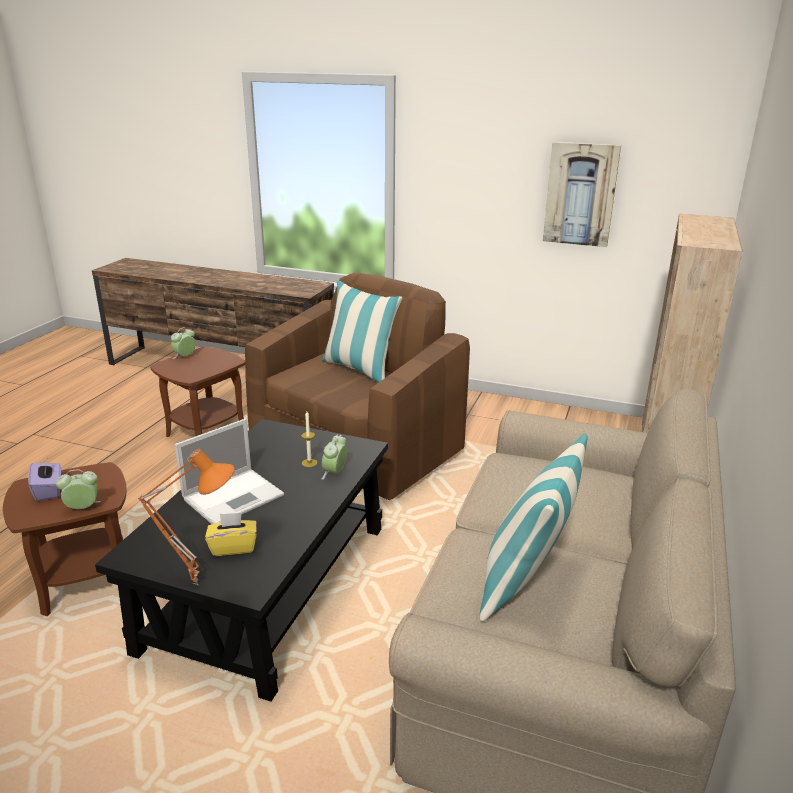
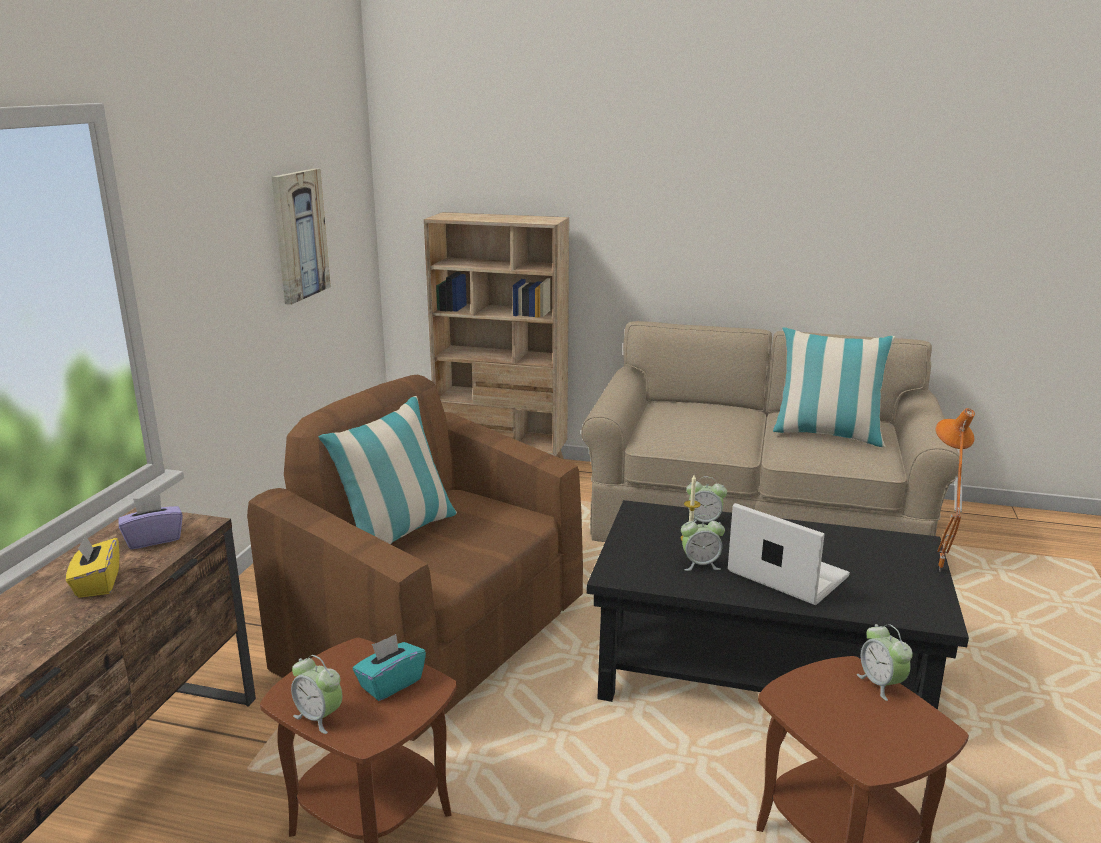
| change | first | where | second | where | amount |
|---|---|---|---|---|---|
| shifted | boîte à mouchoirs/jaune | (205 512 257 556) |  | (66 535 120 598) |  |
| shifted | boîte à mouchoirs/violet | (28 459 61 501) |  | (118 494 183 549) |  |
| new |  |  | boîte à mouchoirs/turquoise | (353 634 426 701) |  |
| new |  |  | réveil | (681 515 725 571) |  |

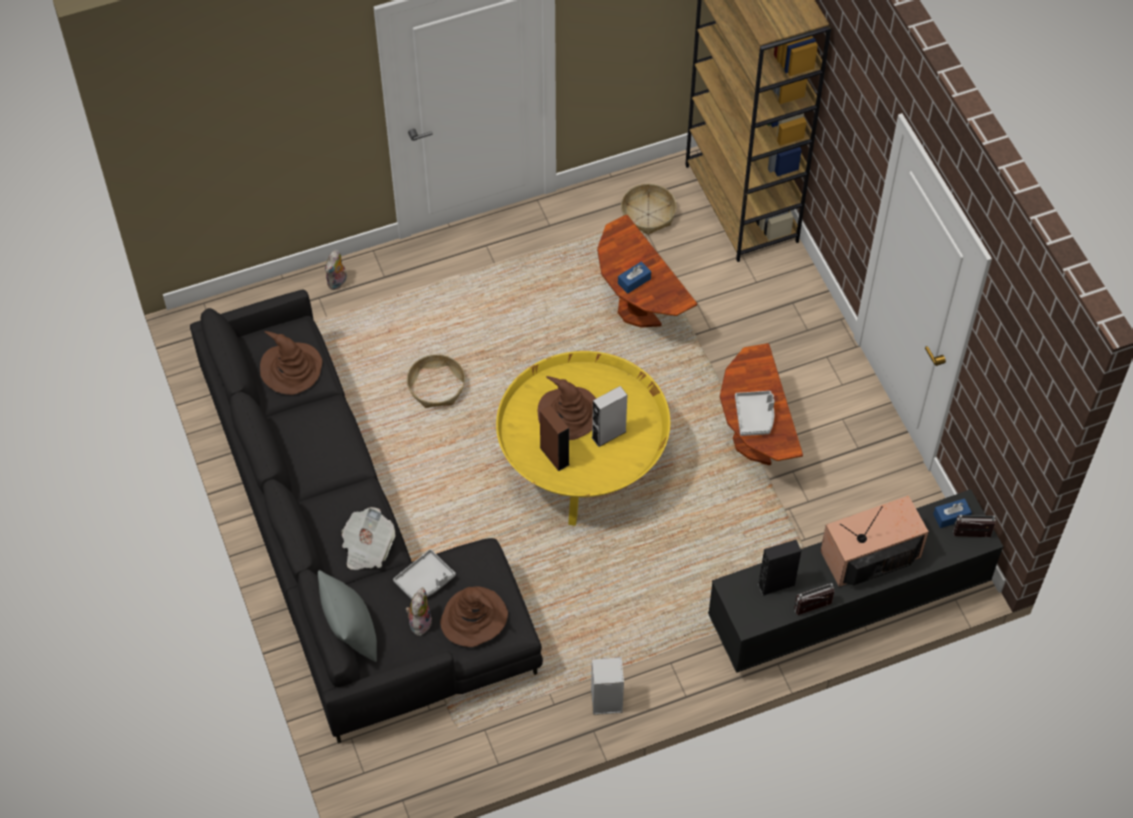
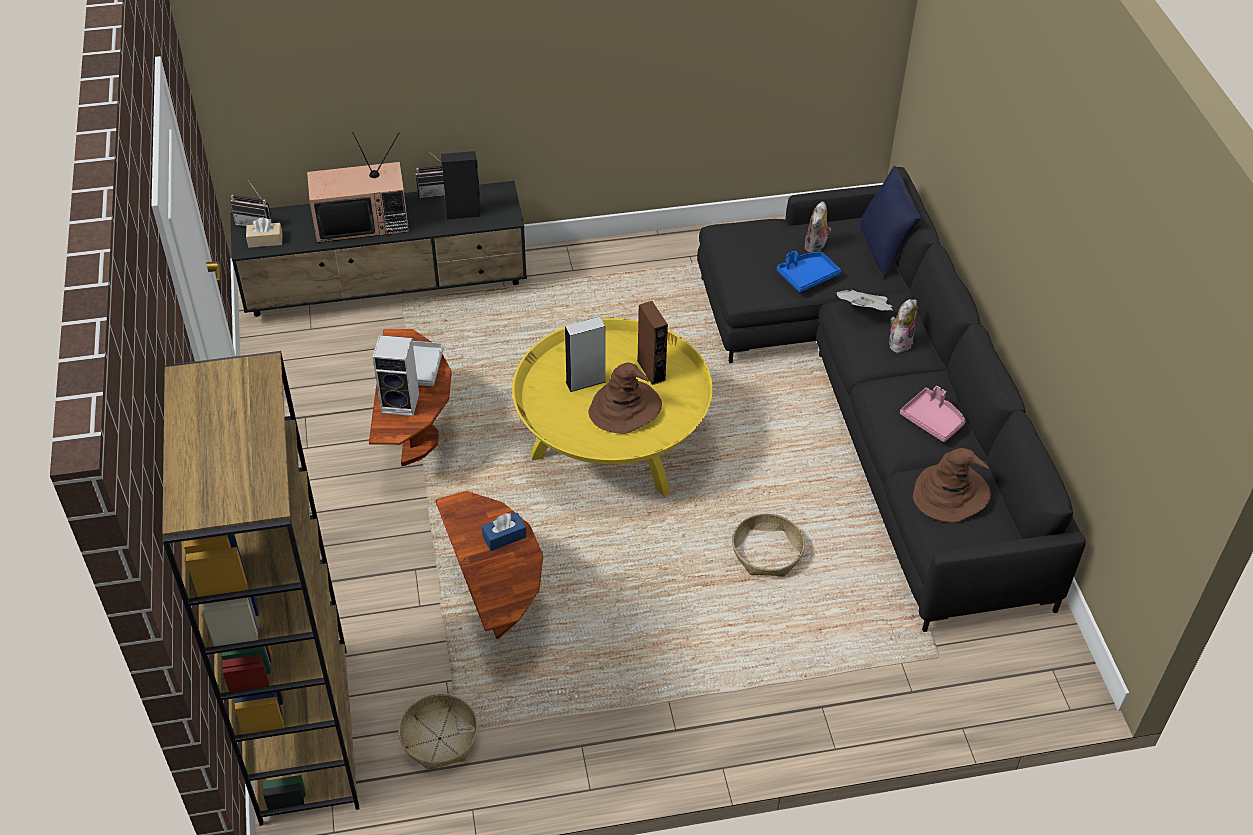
| change | first | where | second | where | amount |
|---|---|---|---|---|---|
| repainted | boîte à mouchoirs/bleu | (933 498 972 528) | boîte à mouchoirs/beige | (246 218 282 248) |  |
| shifted | enceinte | (591 657 624 715) |  | (372 335 419 416) |  |
| repainted | plateau/gris | (393 549 456 599) | plateau/bleu | (777 251 841 292) |  |
| repainted | coussin/gris | (318 570 377 662) | coussin/bleu | (860 166 921 278) |  |
| shifted | peluche | (325 250 347 290) |  | (889 299 918 353) |  |
| new |  |  | plateau/rose | (900 386 966 442) |  |
| gone | chapeau/marron | (440 586 508 647) |  |  |  |

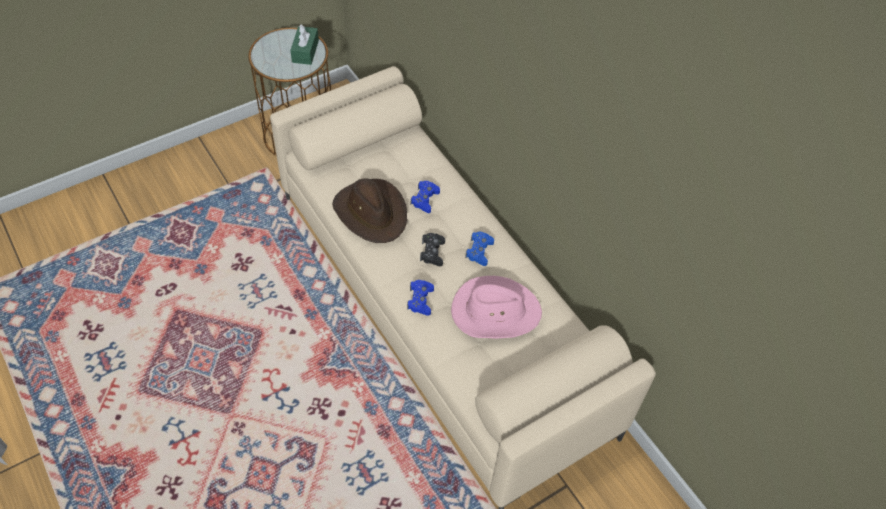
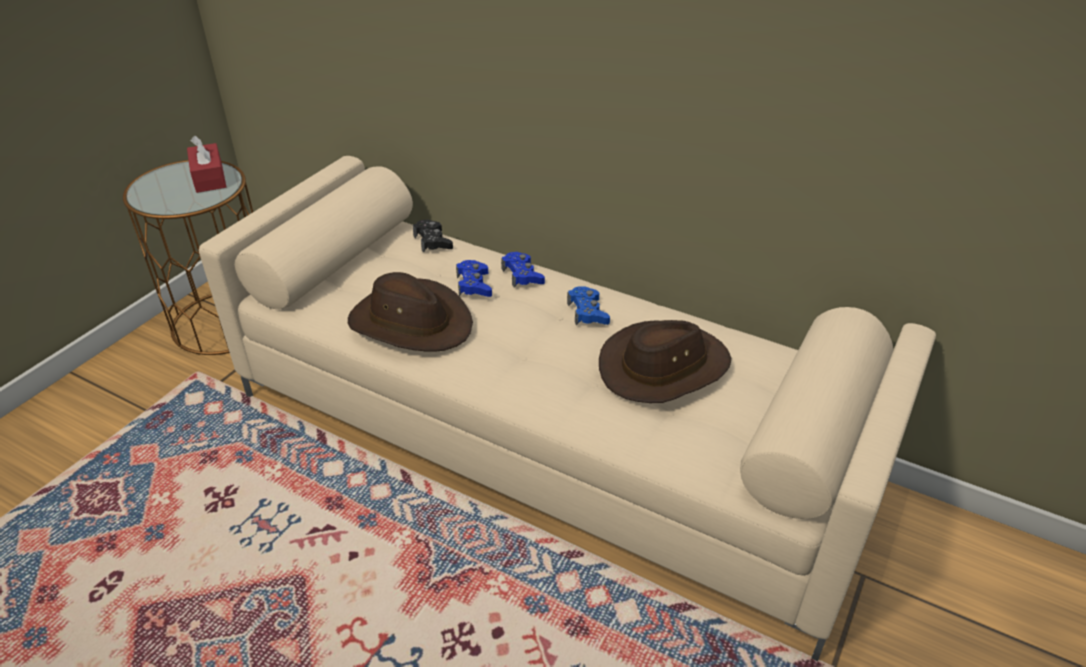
| change | first | where | second | where | amount |
|---|---|---|---|---|---|
| repainted | boîte à mouchoirs/vert | (290 25 319 65) | boîte à mouchoirs/rouge | (187 135 226 193) |  |
| shifted | manette/noir | (420 233 445 266) |  | (413 220 453 253) |  |
| shifted | manette/bleu | (407 280 434 316) |  | (501 252 545 288) |  |
| repainted | chapeau/rose | (451 276 542 339) | chapeau/marron | (599 320 731 403) |  |

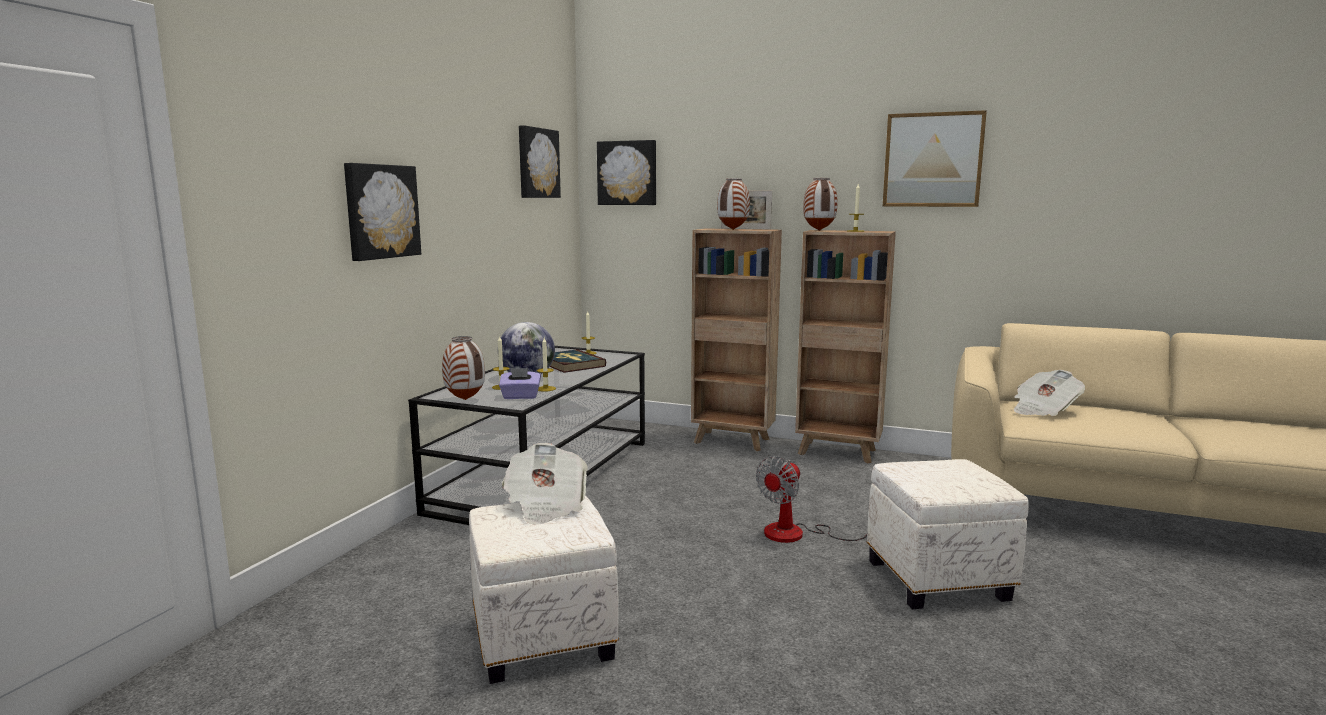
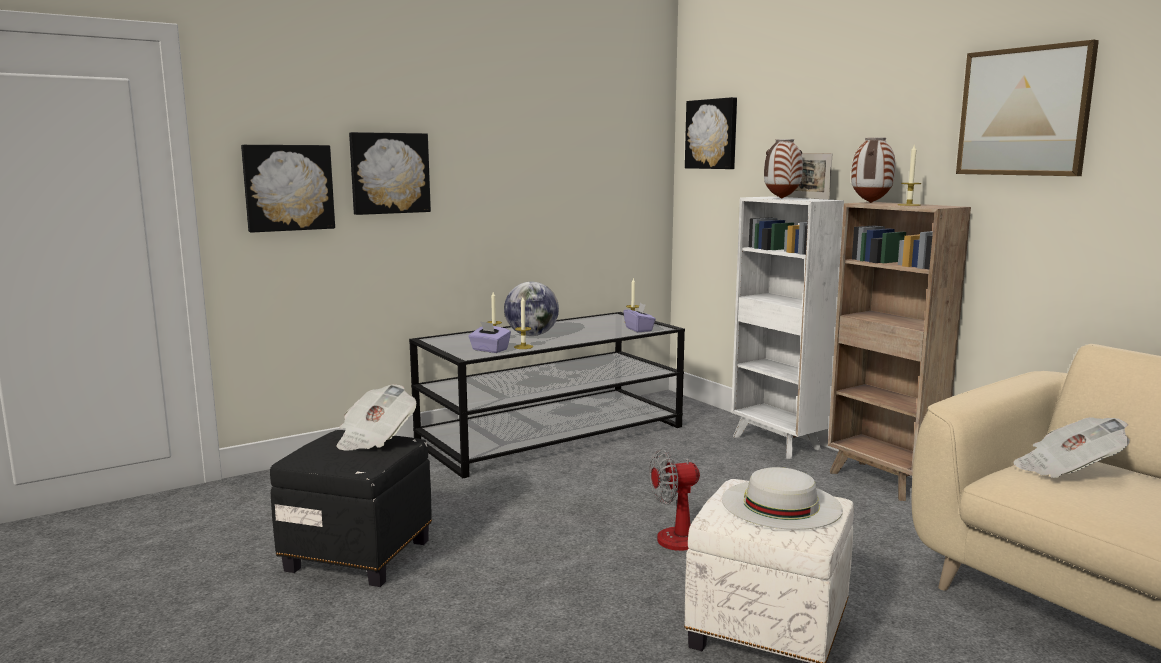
| change | first | where | second | where | amount |
|---|---|---|---|---|---|
| shifted | tableau | (519 125 561 198) |  | (241 145 335 233) |  |
| repainted | pouf/blanc | (469 496 619 684) | pouf/noir | (270 430 432 587) |  |
| new |  |  | boîte à mouchoirs/violet | (623 303 656 332) |  |
| new |  |  | chapeau/blanc | (722 467 843 530) |  |
| repainted | bibliothèque/marron | (691 228 782 451) | bibliothèque/blanc | (731 196 844 459) |  |
| gone | vase | (442 336 485 400) |  |  |  |
| gone | livre | (550 349 606 373) |  |  |  |

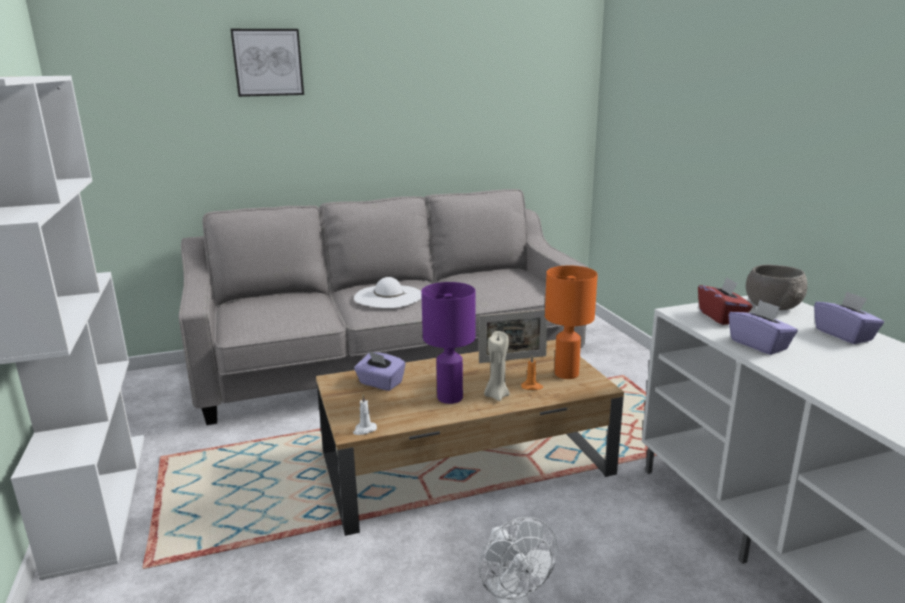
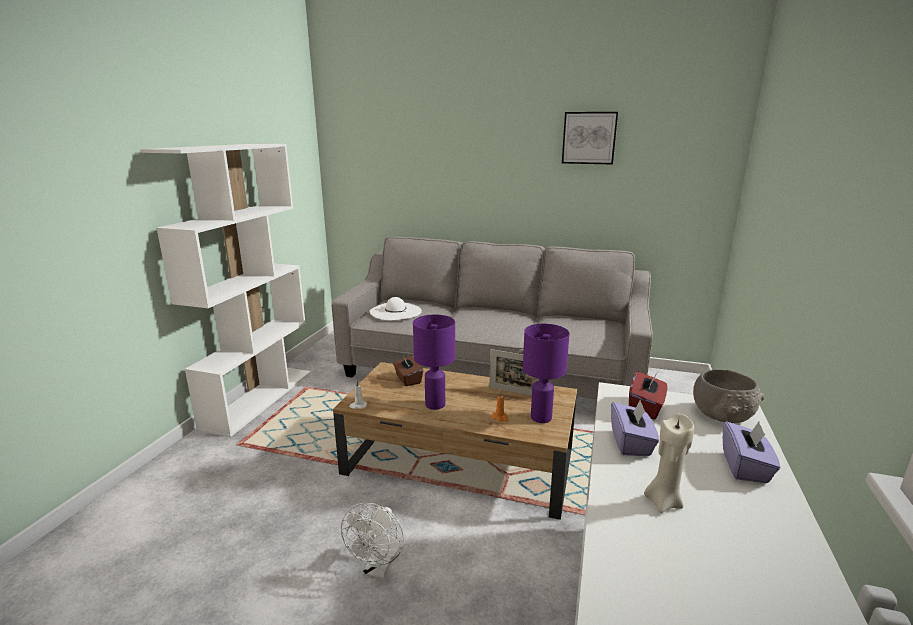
| change | first | where | second | where | amount |
|---|---|---|---|---|---|
| shifted | chapeau/blanc | (354 277 422 308) |  | (369 297 422 320) |  |
| repainted | boîte à mouchoirs/violet | (354 351 406 391) | boîte à mouchoirs/marron | (393 356 423 386) |  |
| repainted | lampe de table/orange | (545 266 598 379) | lampe de table/violet | (523 324 570 423) |  |
| shifted | tableau | (230 29 304 97) |  | (562 112 618 165) |  |
| shifted | bougie/beige | (484 331 510 401) |  | (644 413 694 513) |  |

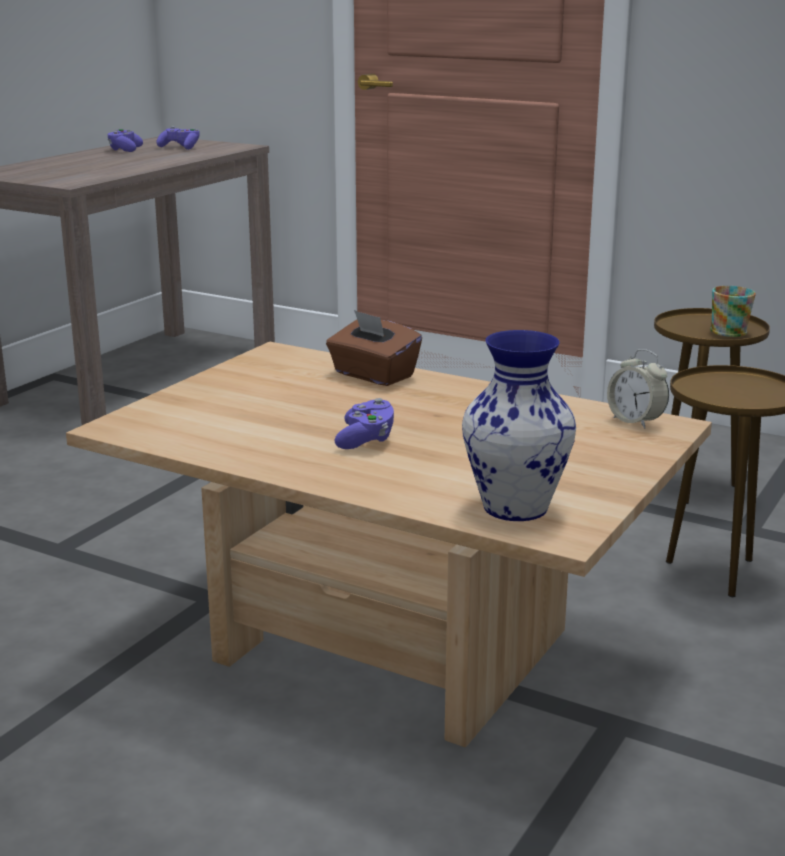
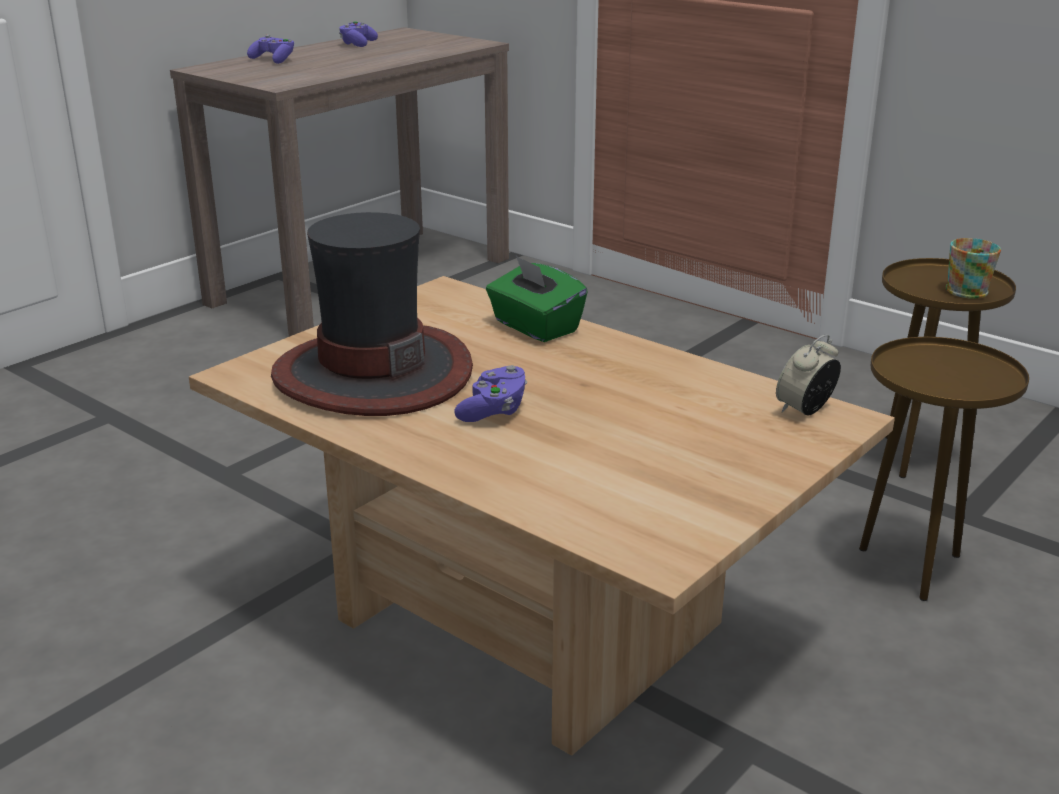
| change | first | where | second | where | amount |
|---|---|---|---|---|---|
| shifted | manette/violet | (156 126 200 150) |  | (247 34 295 64) |  |
| new |  |  | chapeau | (271 212 473 416) |  |
| repainted | boîte à mouchoirs/marron | (326 310 422 386) | boîte à mouchoirs/vert | (486 256 588 342) |  |
| rotated | réveil | (607 349 669 429) |  | (776 334 841 415) | 75 degrees clockwise |
| gone | vase | (462 330 576 521) |  |  |  |

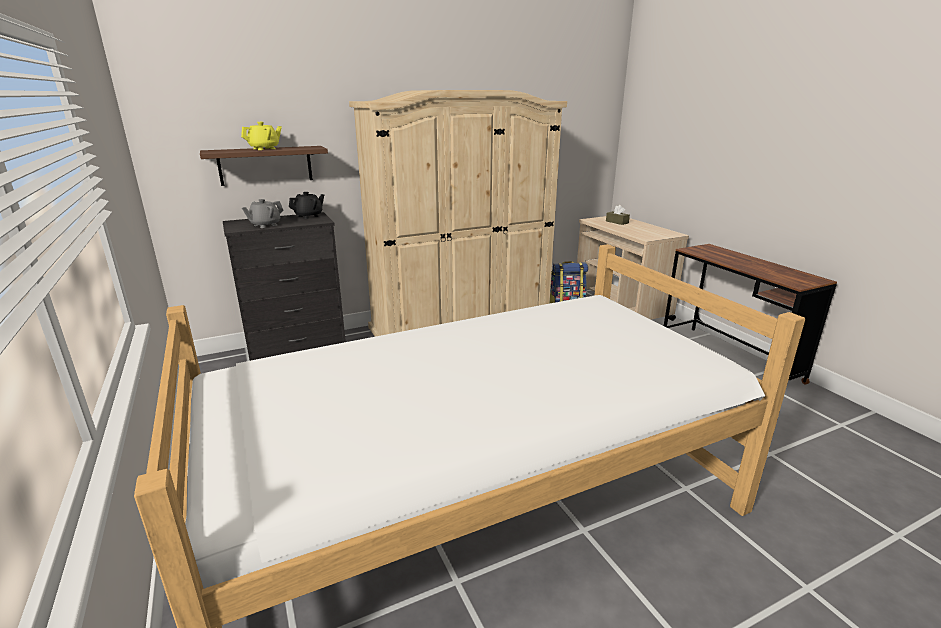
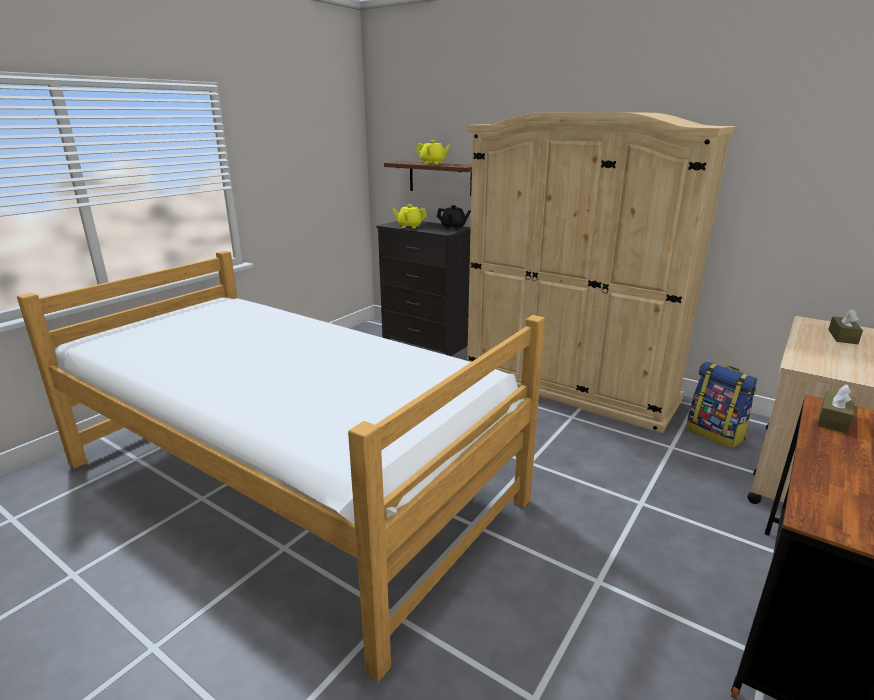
| change | first | where | second | where | amount |
|---|---|---|---|---|---|
| repainted | théière/gris | (242 199 283 228) | théière/jaune | (392 204 427 228) |  |
| new |  |  | boîte à mouchoirs/marron | (817 384 855 433) |  |

